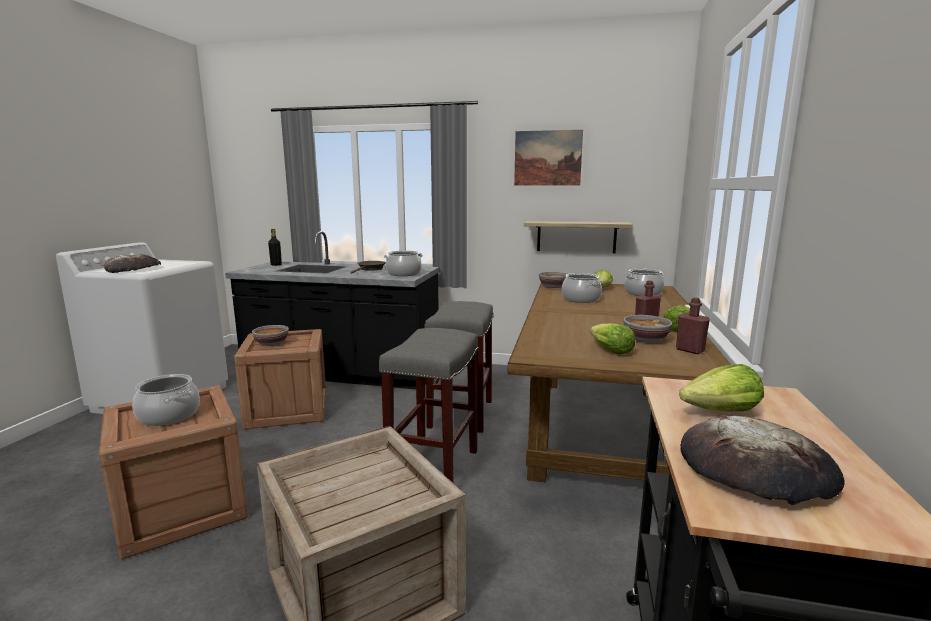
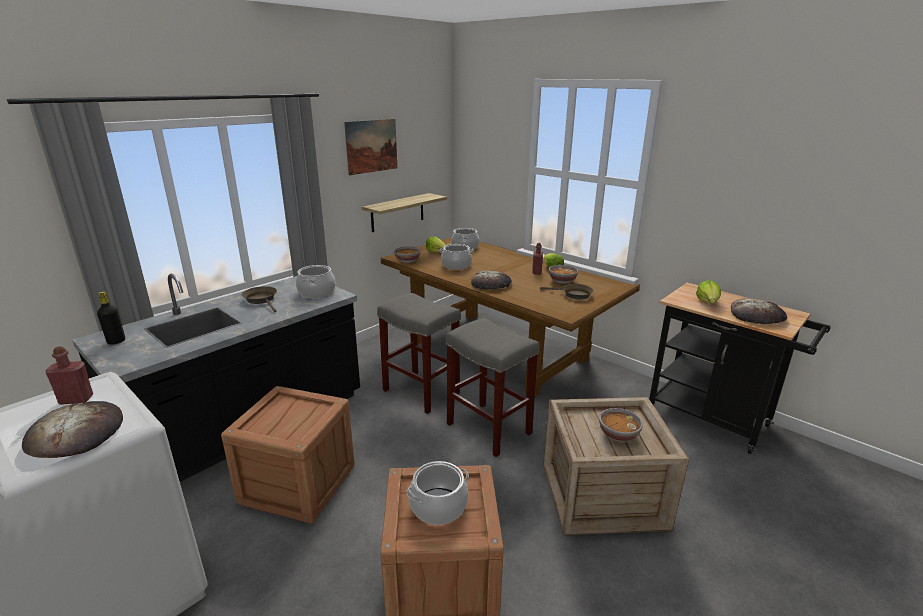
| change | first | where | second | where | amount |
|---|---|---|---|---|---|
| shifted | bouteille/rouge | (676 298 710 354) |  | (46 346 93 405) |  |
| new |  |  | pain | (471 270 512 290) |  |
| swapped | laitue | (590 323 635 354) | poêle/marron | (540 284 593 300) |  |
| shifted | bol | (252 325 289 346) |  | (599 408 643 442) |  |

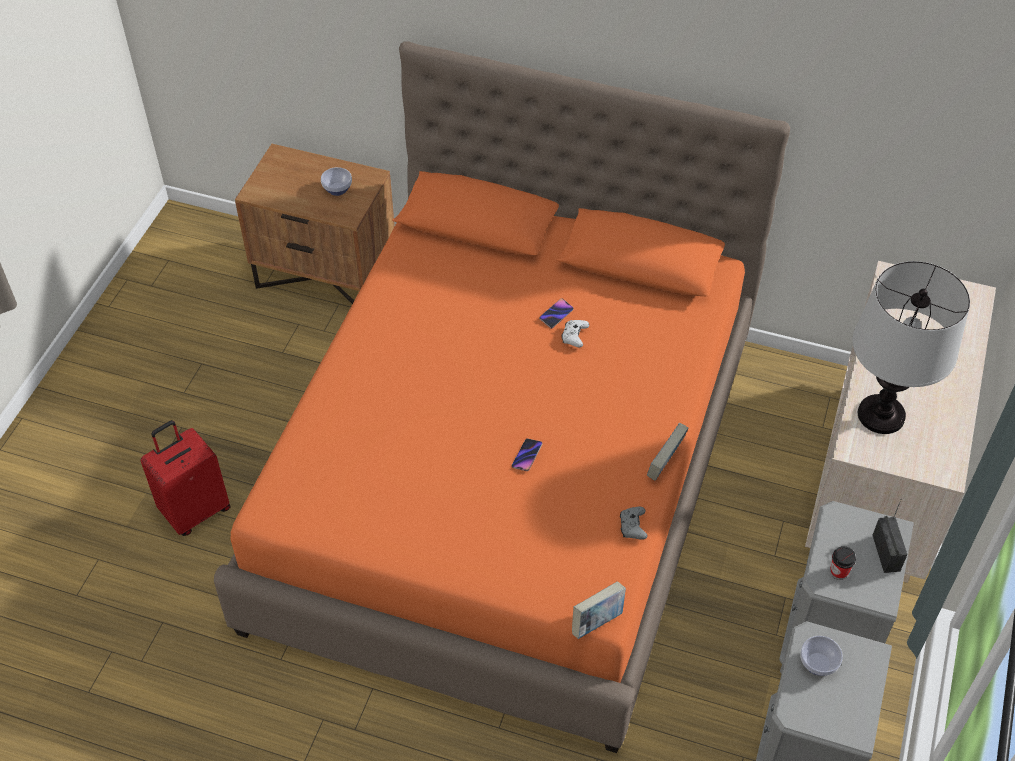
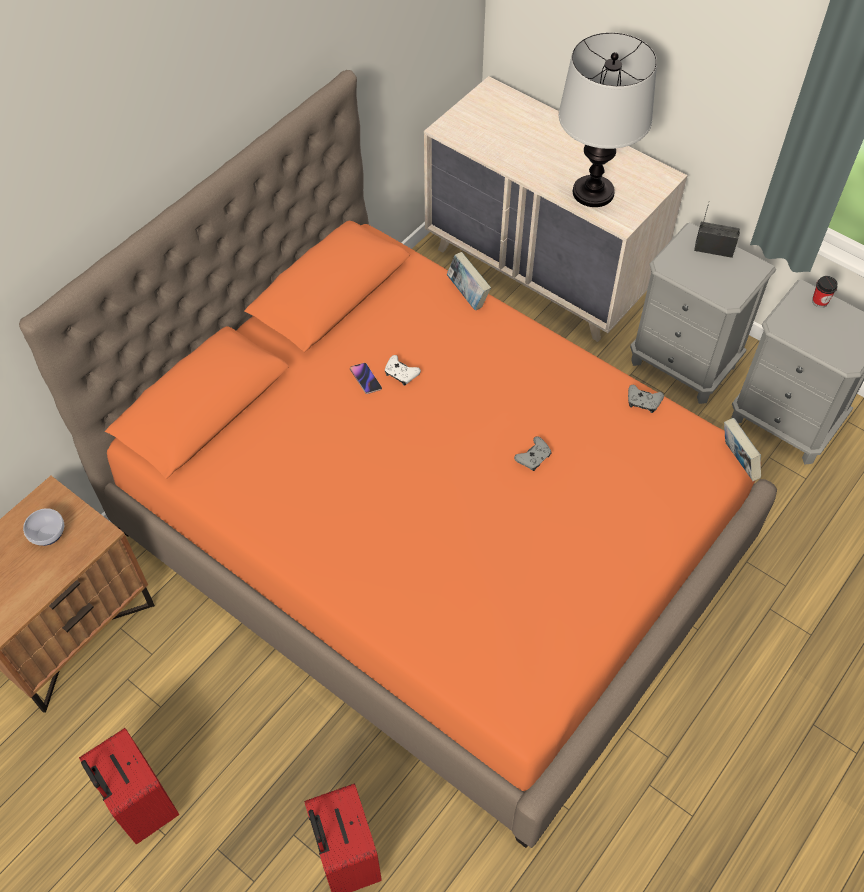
| change | first | where | second | where | amount |
|---|---|---|---|---|---|
| new |  |  | valise/rouge | (79 728 179 845) |  |
| shifted | livre | (647 422 688 481) |  | (447 252 491 310) |  |
| swapped | téléphone | (512 438 543 471) | manette/gris | (514 436 552 471) |  |
| shifted | tasse | (830 546 856 580) |  | (812 276 838 308) |  |
| gone | bol | (800 636 843 676) |  |  |  |

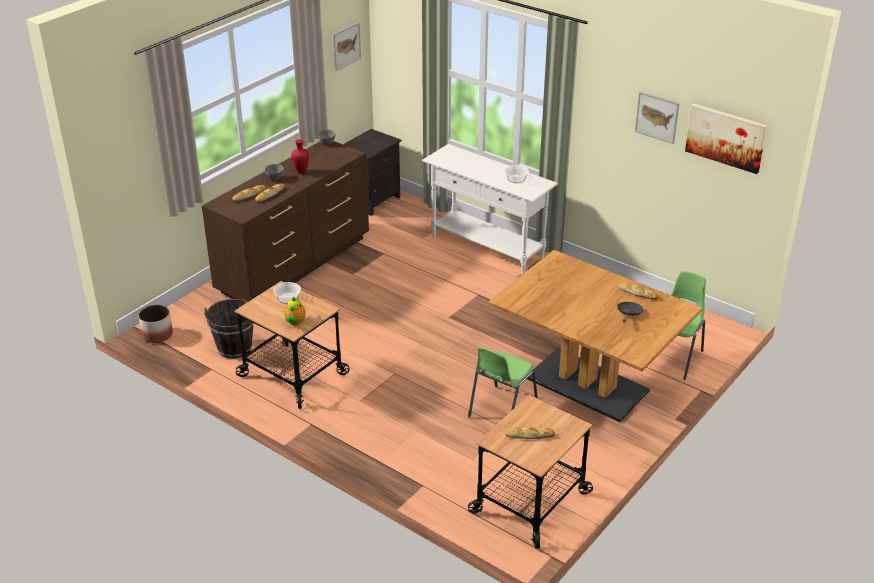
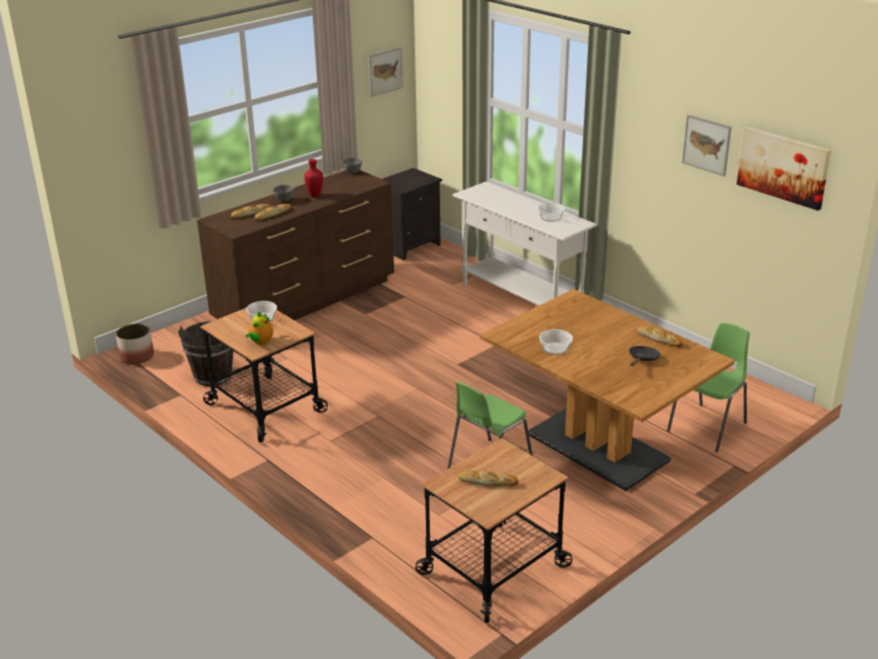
| change | first | where | second | where | amount |
|---|---|---|---|---|---|
| new |  |  | bol | (539 329 573 355) |  |

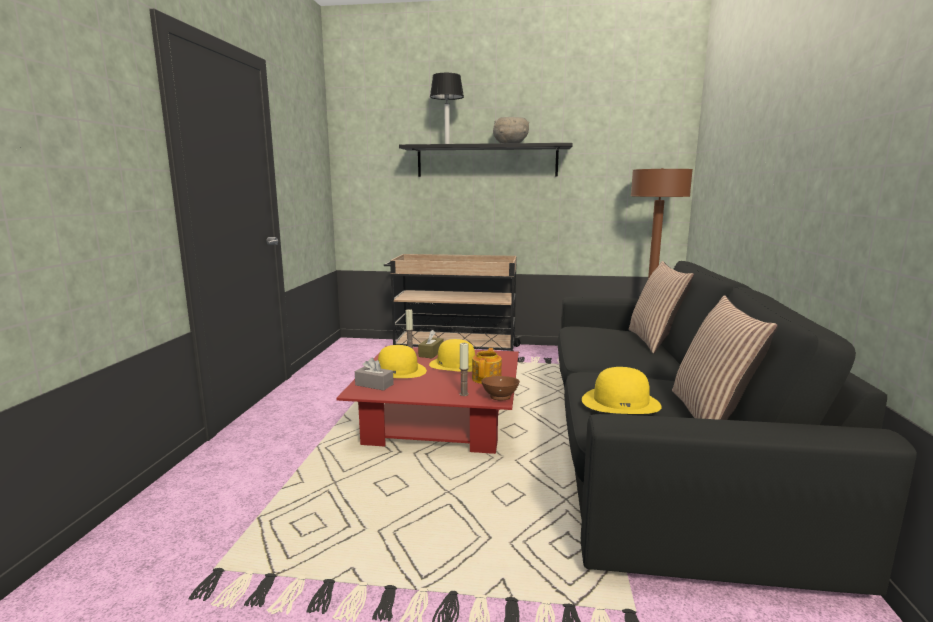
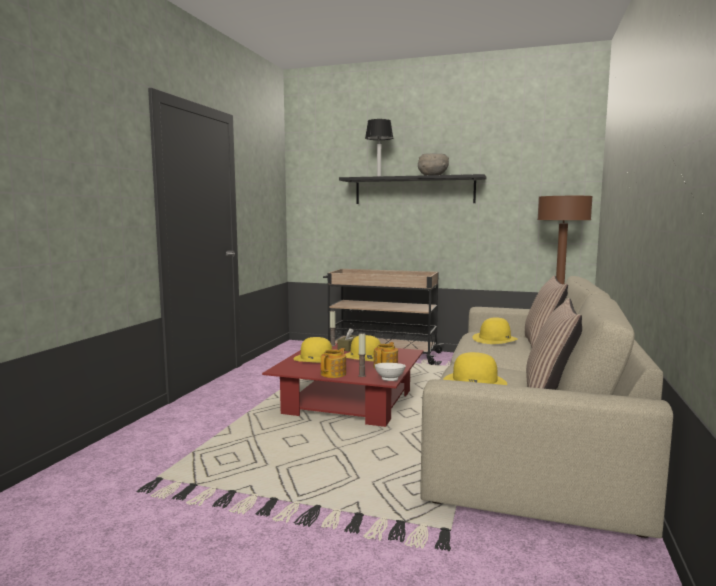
| change | first | where | second | where | amount |
|---|---|---|---|---|---|
| new |  |  | théière | (321 348 346 378) |  |
| repainted | bol/marron | (481 376 520 400) | bol/blanc | (375 363 406 381) |  |
| repainted | canapé/noir | (558 261 917 596) | canapé/beige | (420 276 673 539) |  |
| new |  |  | chapeau/jaune | (472 317 518 344) |  |
| gone | boîte à mouchoirs/gris | (355 357 394 391) |  |  |  |

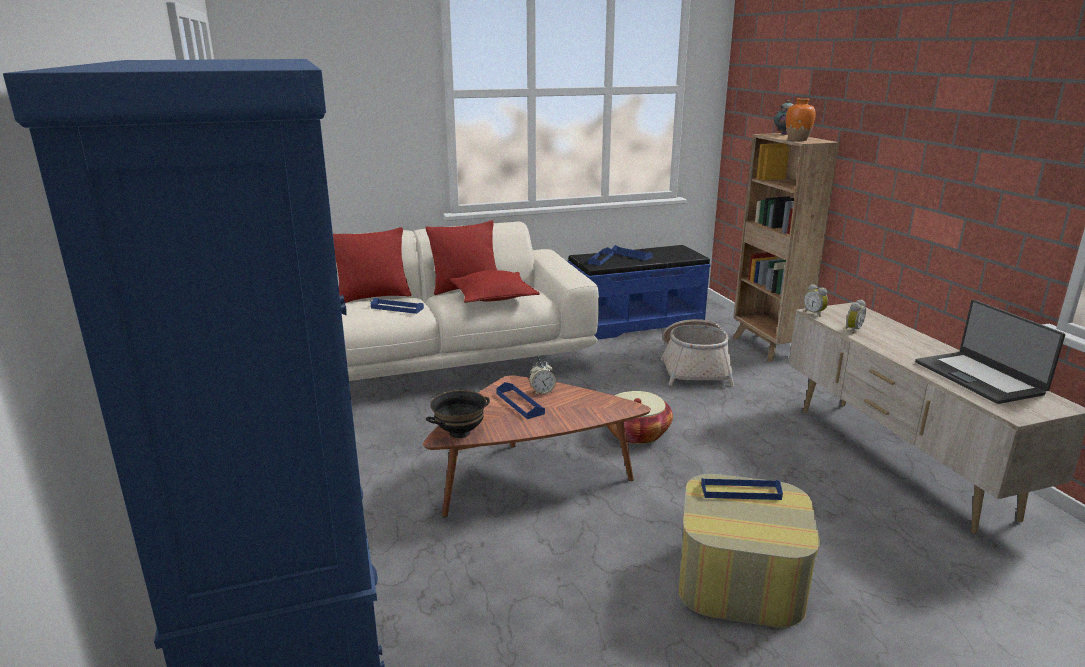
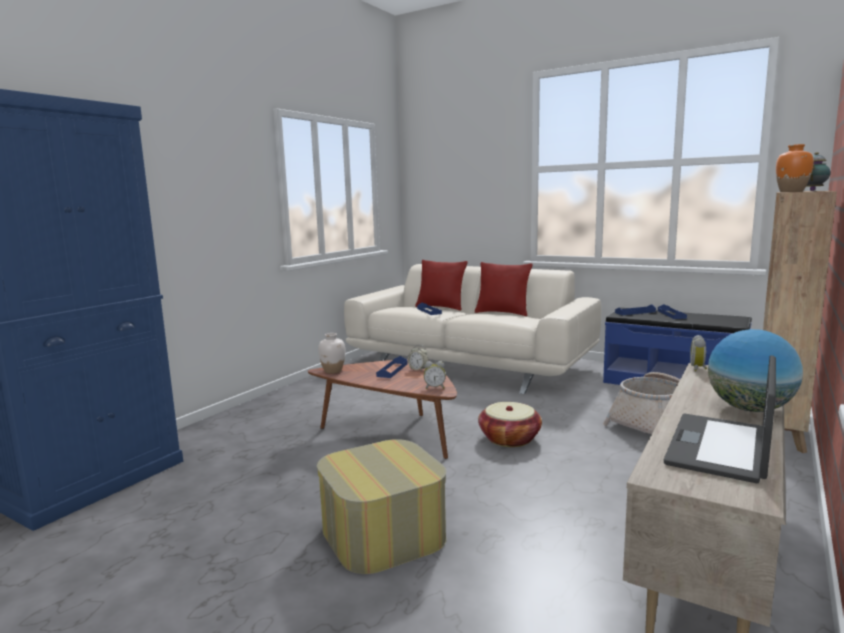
| change | first | where | second | where | amount |
|---|---|---|---|---|---|
| swapped | bol/noir | (426 390 490 438) | vase/blanc | (318 333 345 374) |  |
| shifted | réveil | (845 299 866 334) |  | (424 361 446 389) |  |
| new |  |  | globe | (708 329 803 412) |  |
| gone | coussin/rouge | (450 270 540 303) |  |  |  |
| gone | plateau/bleu | (701 478 783 500) |  |  |  |

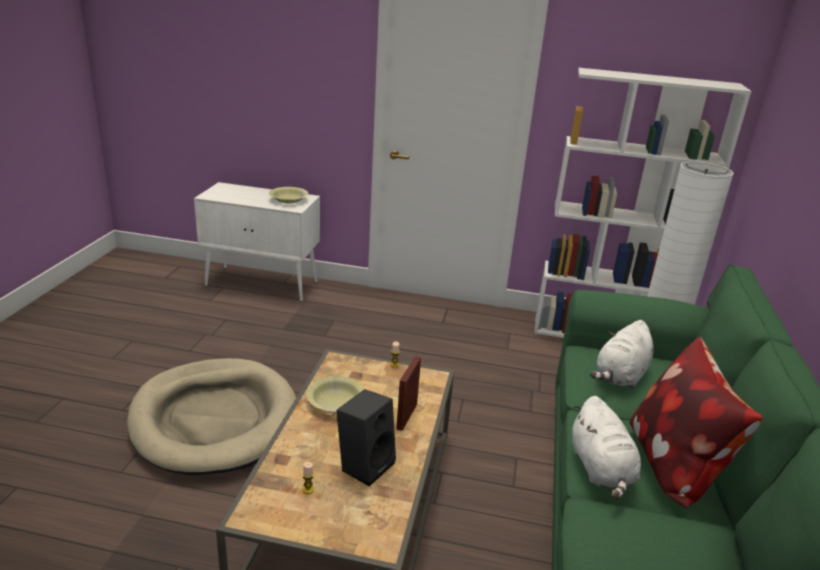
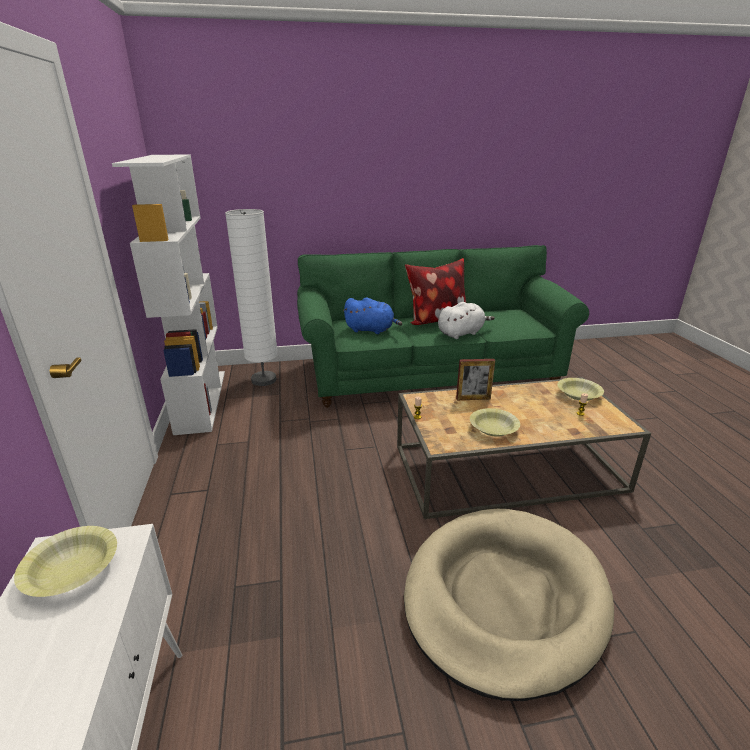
| change | first | where | second | where | amount |
|---|---|---|---|---|---|
| repainted | peluche/blanc | (590 320 654 389) | peluche/bleu | (343 297 402 334) |  |
| new |  |  | bol/jaune | (557 378 604 401) |  |
| gone | enceinte/noir | (336 389 396 486) |  |  |  |

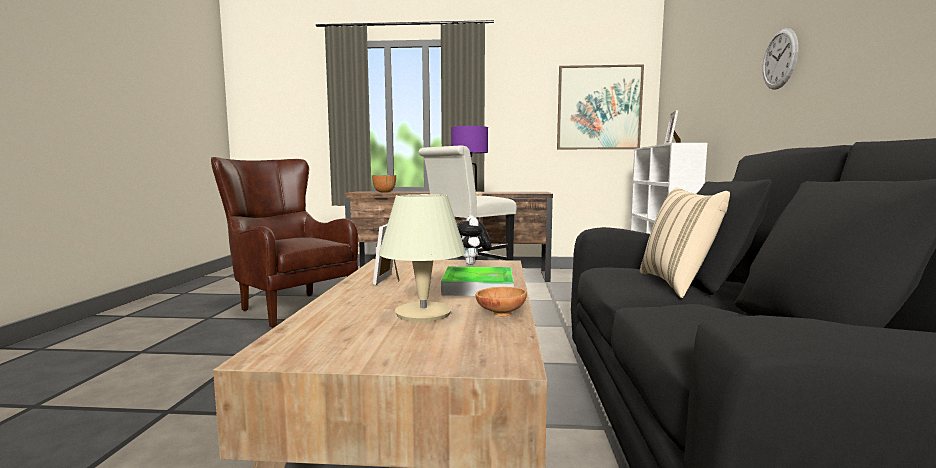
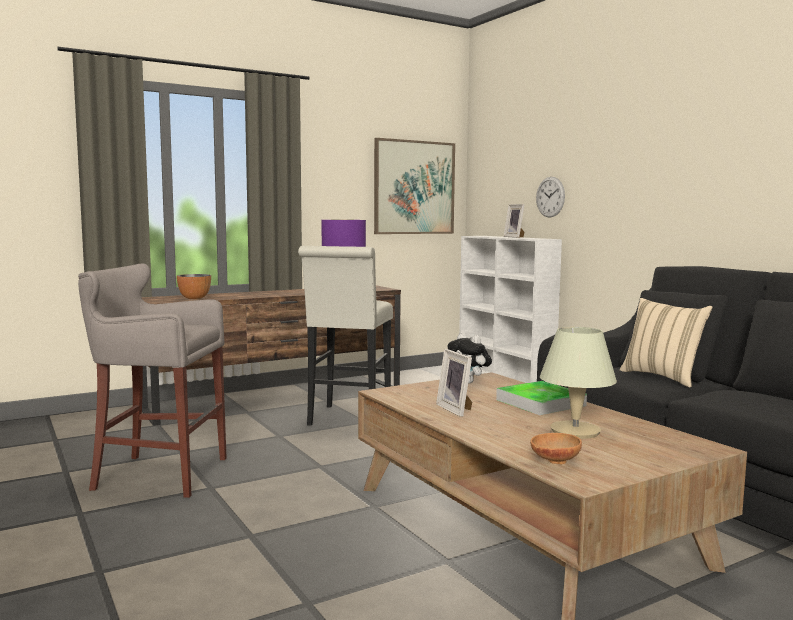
| change | first | where | second | where | amount |
|---|---|---|---|---|---|
| swapped | fauteuil/marron | (211 157 358 328) | tabouret/gris | (78 264 227 498) |  |
| shifted | bol/marron | (476 287 527 317) |  | (530 433 582 464) |  |
| shifted | horloge murale | (763 28 798 90) |  | (536 177 565 218) |  |

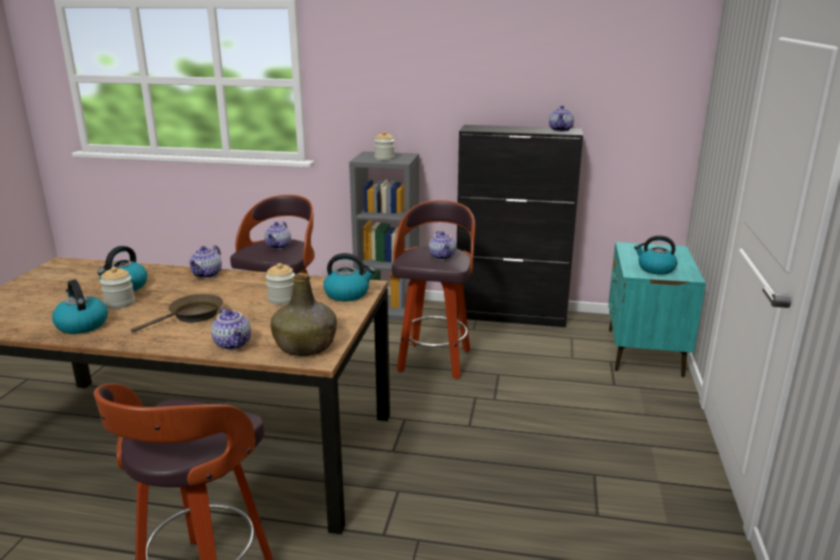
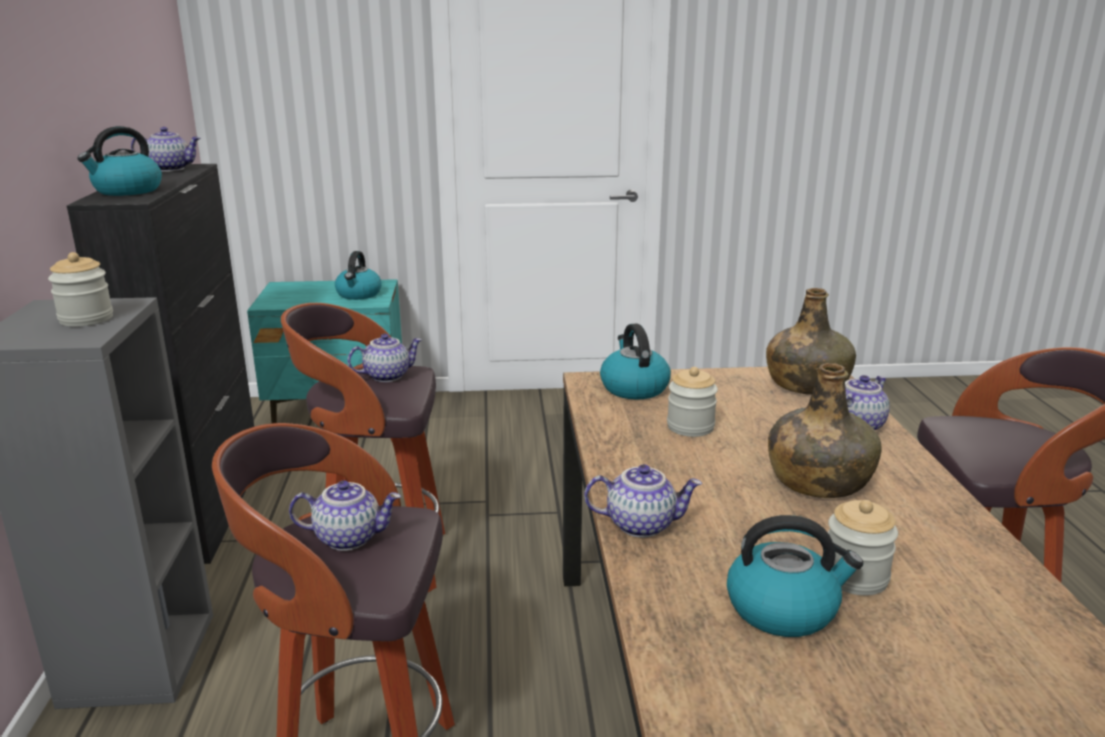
| change | first | where | second | where | amount |
|---|---|---|---|---|---|
| shifted | bouilloire | (52 280 108 334) |  | (77 126 162 196) |  |
| swapped | poêle/marron | (131 294 223 333) | bouteille/vert | (768 363 882 498) |  |

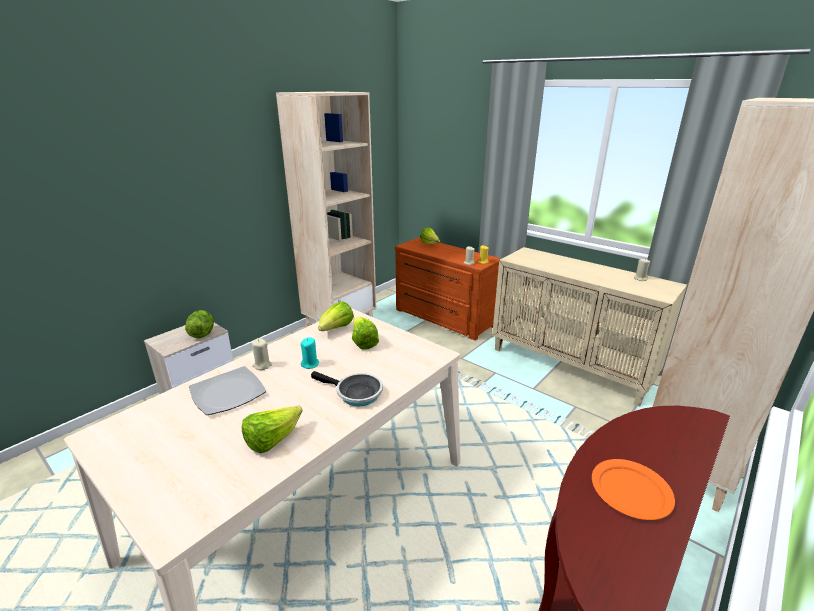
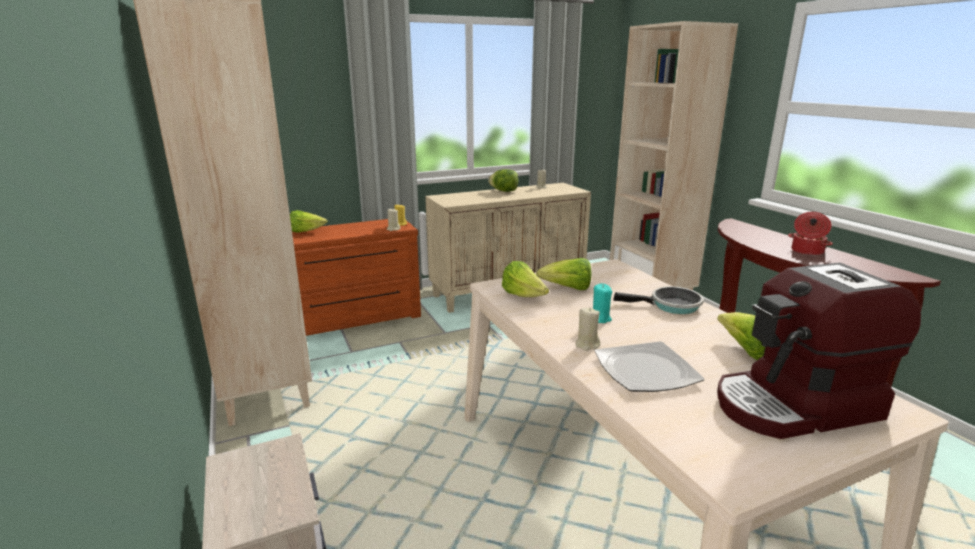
| change | first | where | second | where | amount |
|---|---|---|---|---|---|
| shifted | laitue | (185 310 214 338) |  | (488 169 519 192) |  |
| rotated | poêle | (311 371 383 406) |  | (613 286 704 314) | 45 degrees clockwise |
| new |  |  | machine à café | (717 263 921 439) |  |
| swapped | assiette/orange | (592 459 675 520) | marmite | (788 212 833 256) |  |

